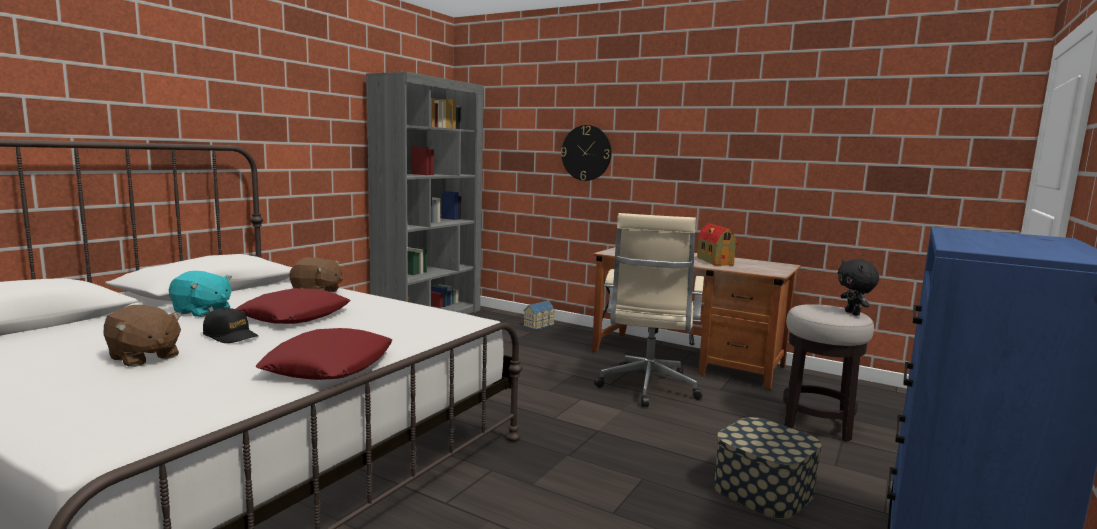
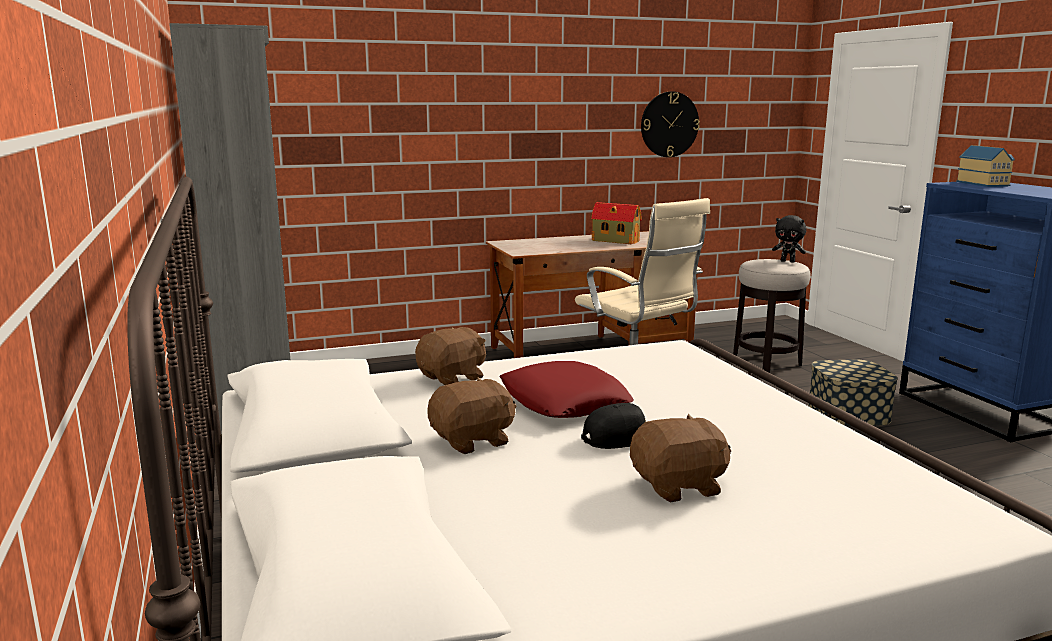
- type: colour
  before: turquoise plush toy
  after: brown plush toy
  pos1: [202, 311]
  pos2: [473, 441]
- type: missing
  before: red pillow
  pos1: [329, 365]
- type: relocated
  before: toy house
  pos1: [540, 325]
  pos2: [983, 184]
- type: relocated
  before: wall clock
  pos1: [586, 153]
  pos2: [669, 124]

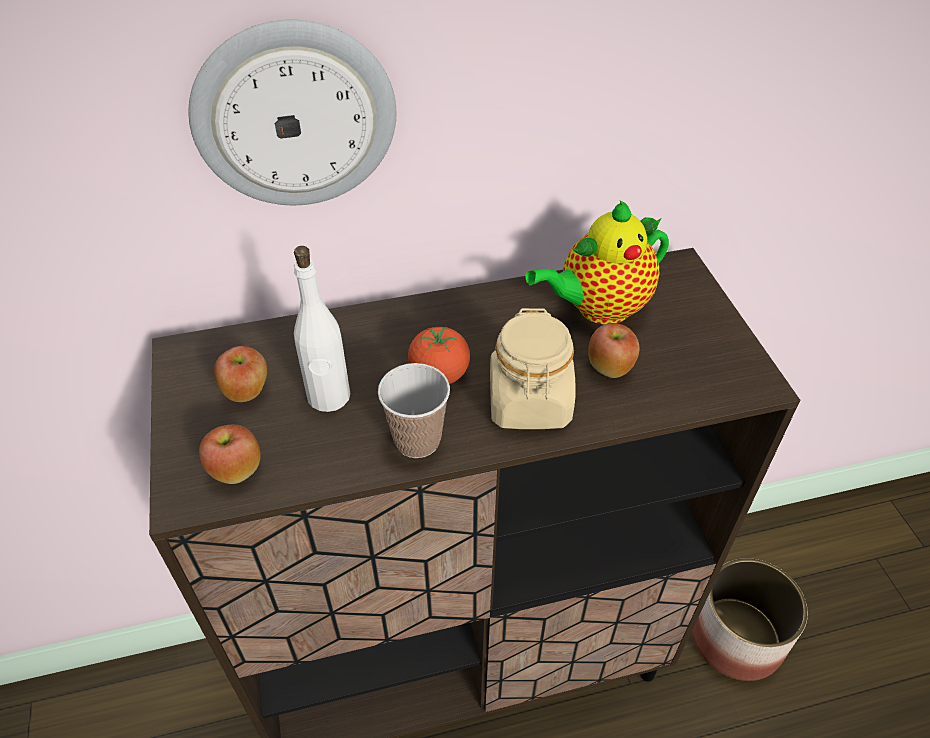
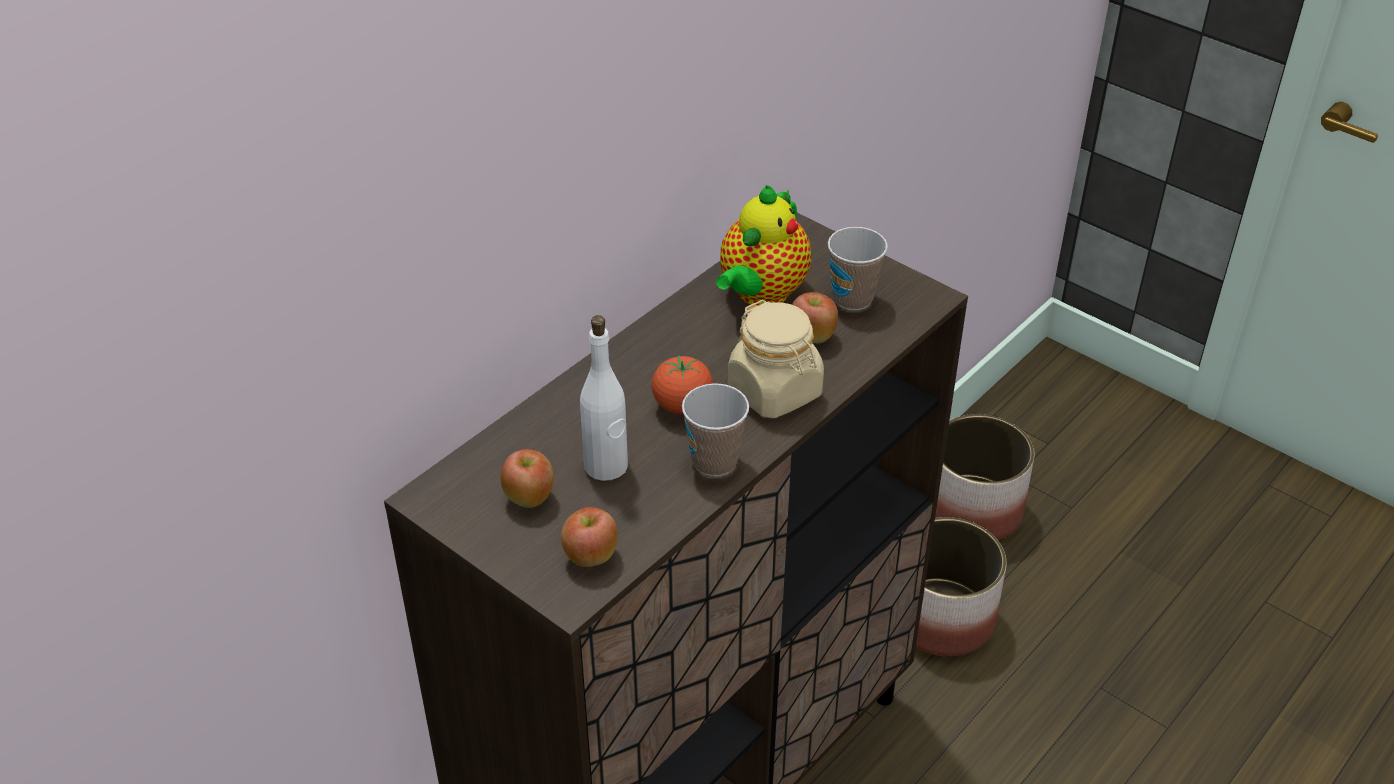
- type: missing
  before: wall clock
  pos1: [295, 116]
- type: appeared
  after: cup
  pos2: [853, 298]
- type: appeared
  after: planter
  pos2: [973, 509]

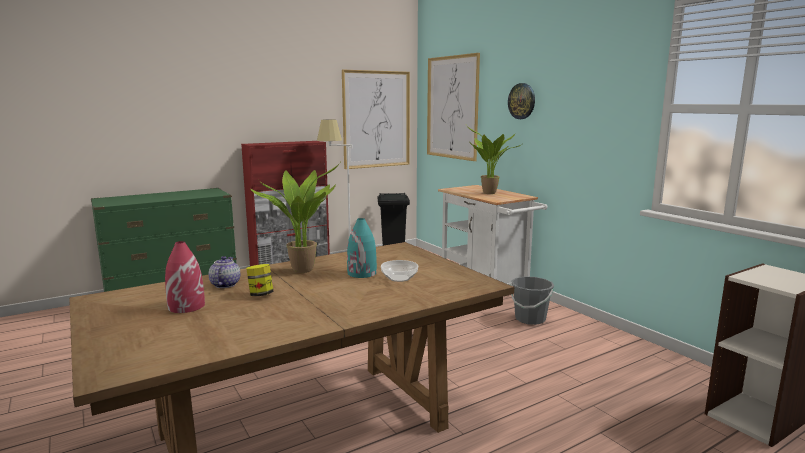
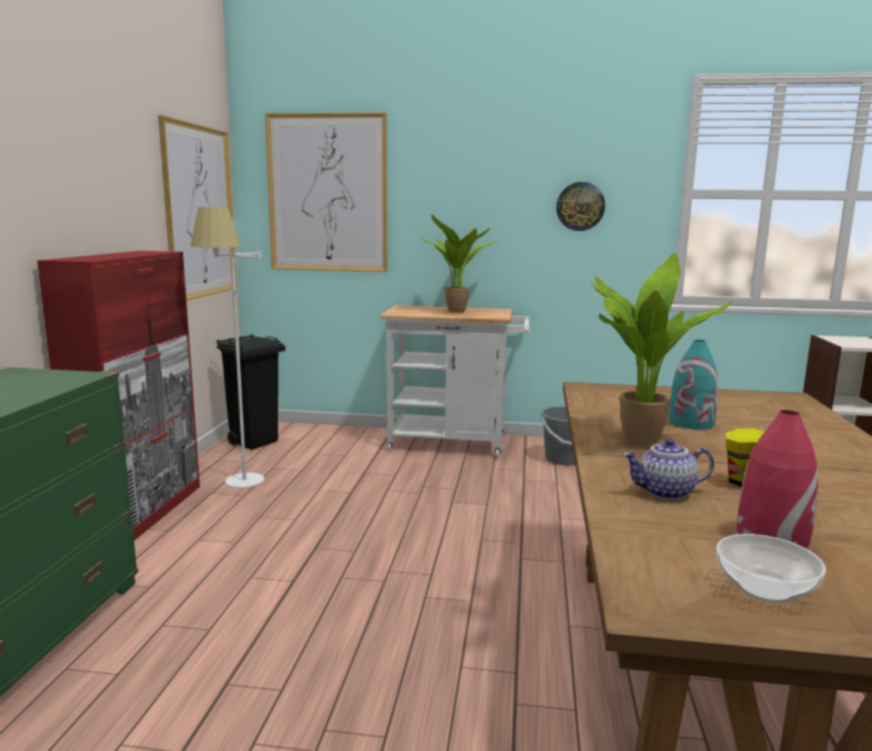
- type: spun
  before: teapot
  pos1: [224, 284]
  pos2: [665, 493]
  turn: -45
- type: relocated
  before: bowl
  pos1: [398, 278]
  pos2: [765, 589]
- type: relocated
  before: wall clock
  pos1: [522, 101]
  pos2: [580, 206]

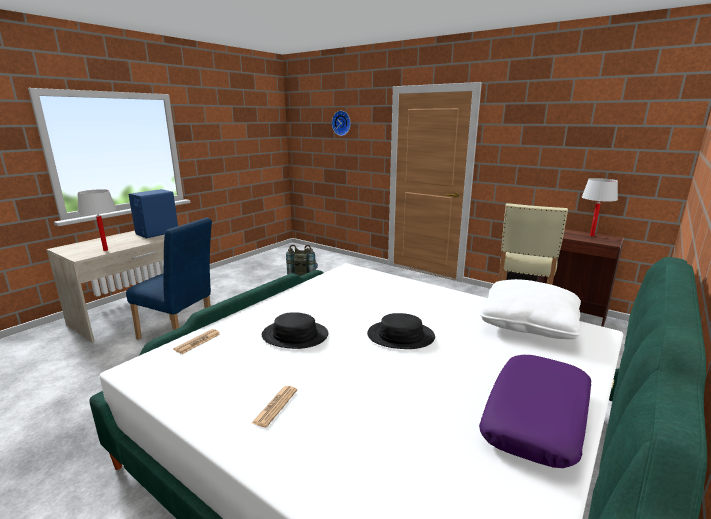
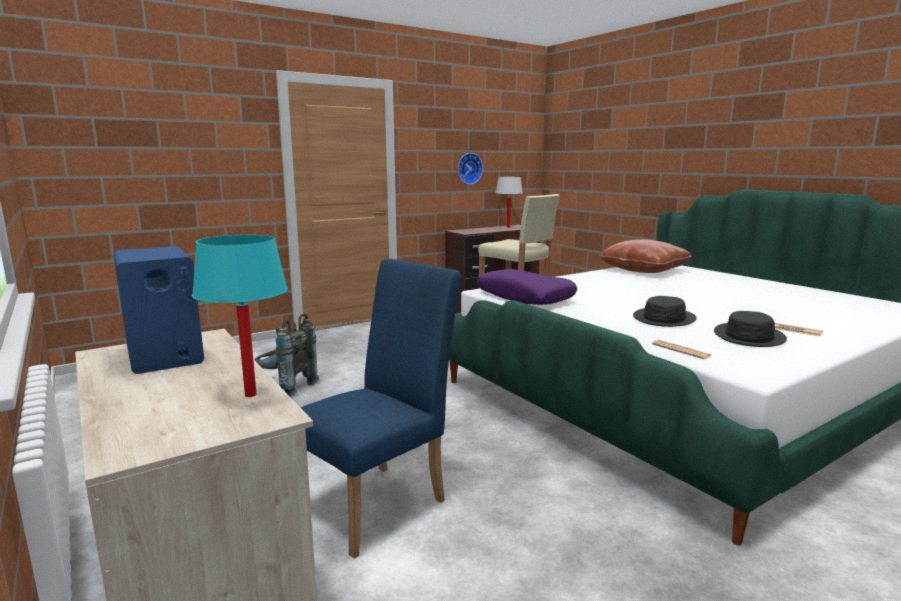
- type: colour
  before: white table lamp
  after: turquoise table lamp
  pos1: [105, 250]
  pos2: [250, 395]
- type: relocated
  before: wall clock
  pos1: [342, 123]
  pos2: [468, 168]
- type: relocated
  before: black hat
  pos1: [400, 336]
  pos2: [749, 336]
- type: colour
  before: white pillow
  after: brown pillow
  pos1: [528, 323]
  pos2: [643, 270]
- type: relocated
  before: purple pillow
  pos1: [537, 418]
  pos2: [525, 297]

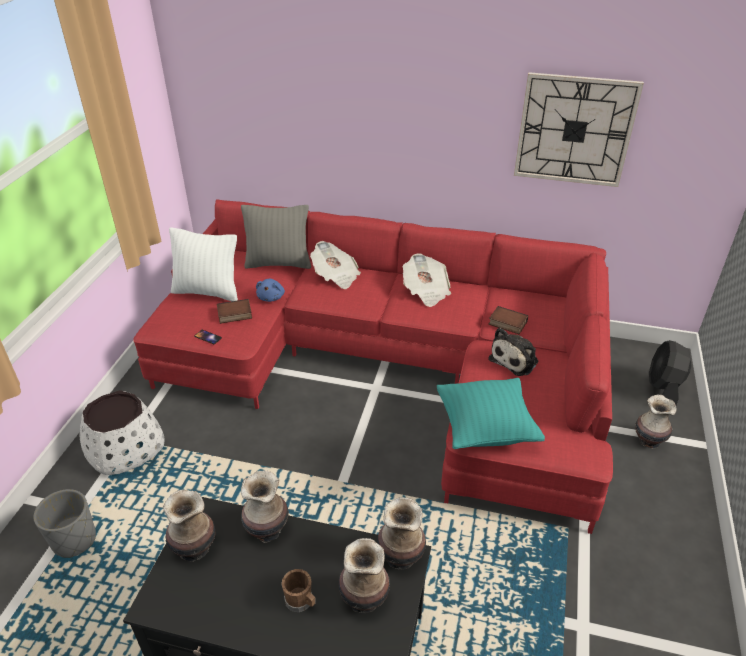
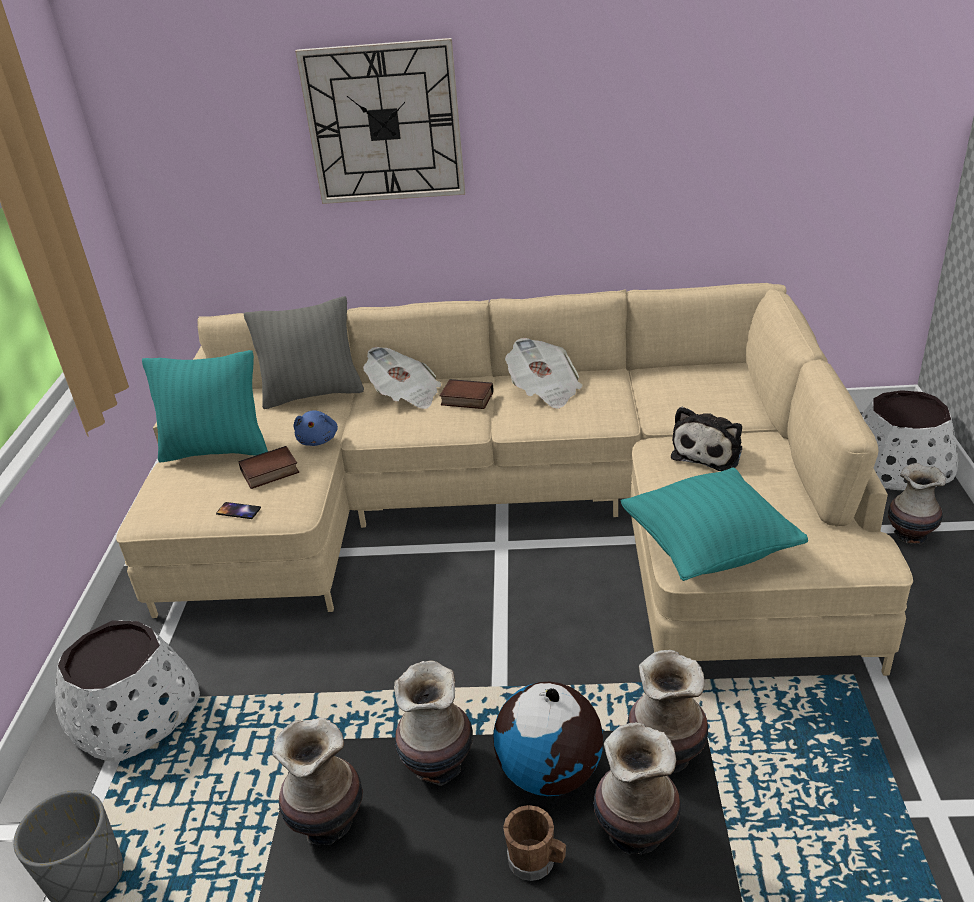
- type: colour
  before: red sofa
  after: beige sofa
  pos1: [393, 367]
  pos2: [517, 513]
- type: colour
  before: white pillow
  after: turquoise pillow
  pos1: [207, 292]
  pos2: [216, 450]
- type: relocated
  before: book
  pos1: [506, 323]
  pos2: [466, 399]
- type: relocated
  before: wall clock
  pos1: [574, 130]
  pos2: [384, 123]
- type: exchanged
  before: black fan
  after: white planter
  pos1: [662, 390]
  pos2: [898, 467]
- type: appeared
  after: globe
  pos2: [551, 773]

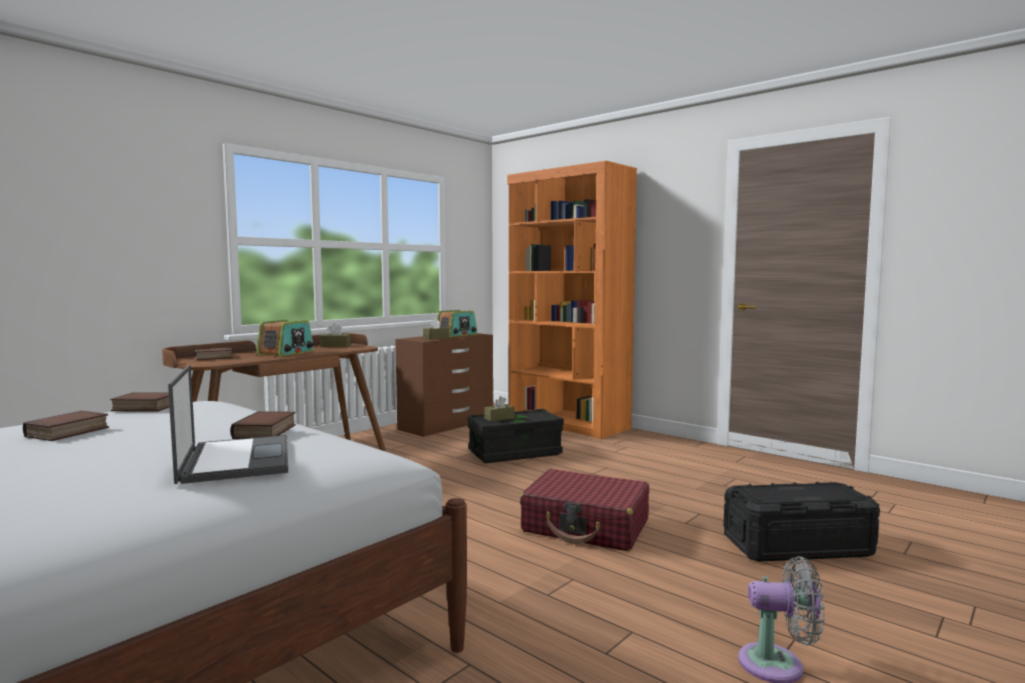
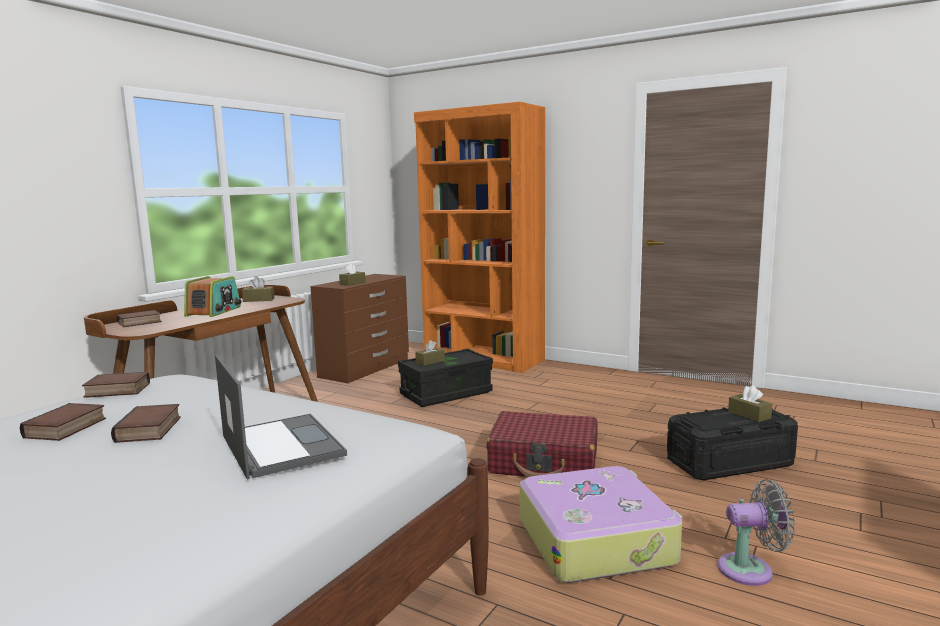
- type: relocated
  before: book
  pos1: [266, 432]
  pos2: [150, 430]
- type: missing
  before: radio
  pos1: [457, 335]
- type: appeared
  after: suitcase
  pos2: [596, 540]
- type: appeared
  after: brown tissue box
  pos2: [749, 415]

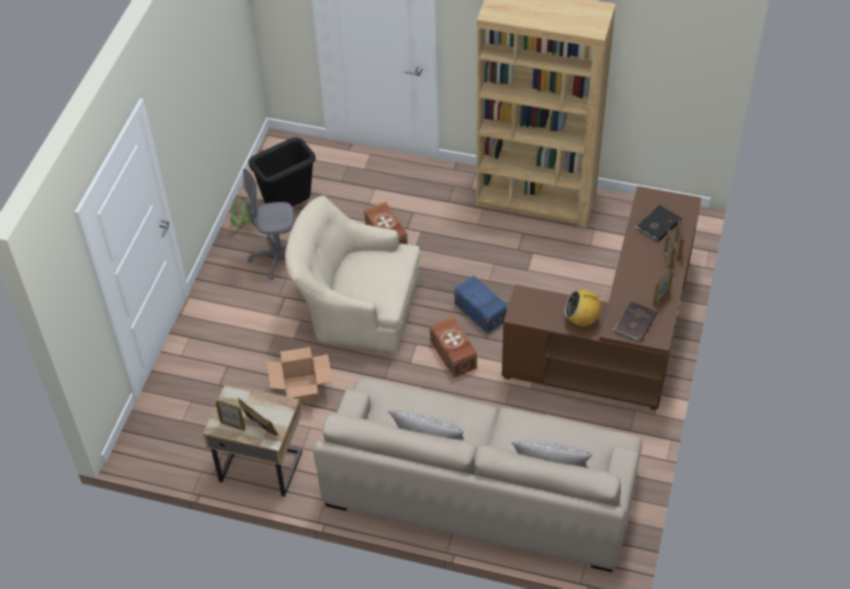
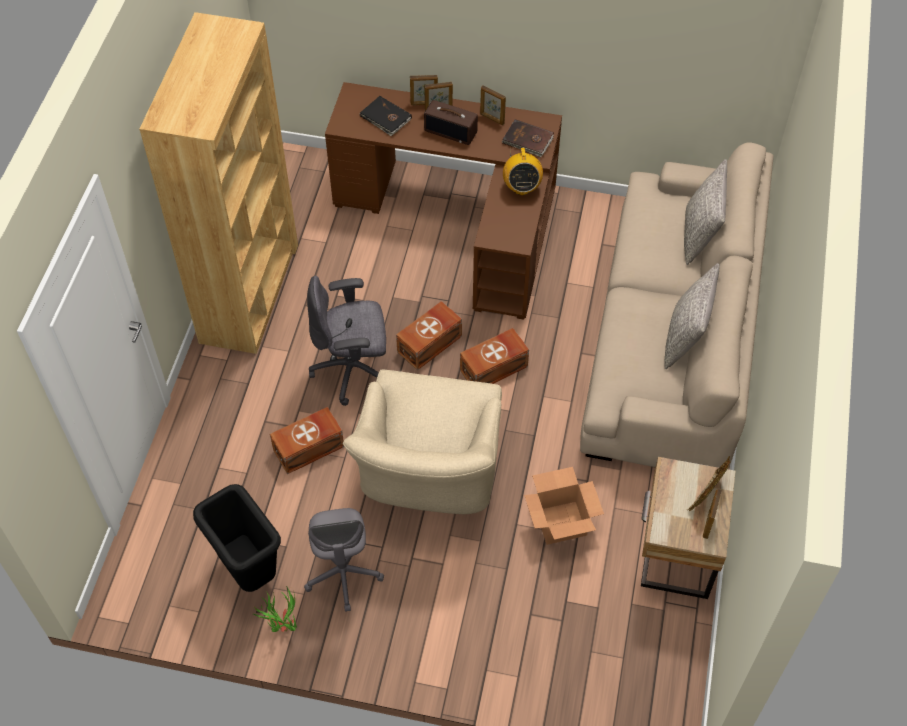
- type: colour
  before: blue storage box
  after: brown storage box
  pos1: [480, 313]
  pos2: [431, 344]
- type: appeared
  after: grey office chair
  pos2: [353, 370]
- type: appeared
  after: radio
  pos2: [451, 131]

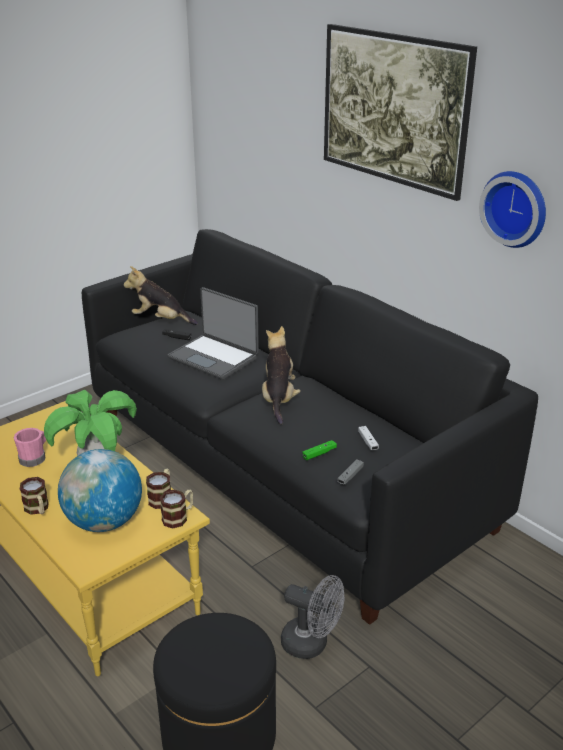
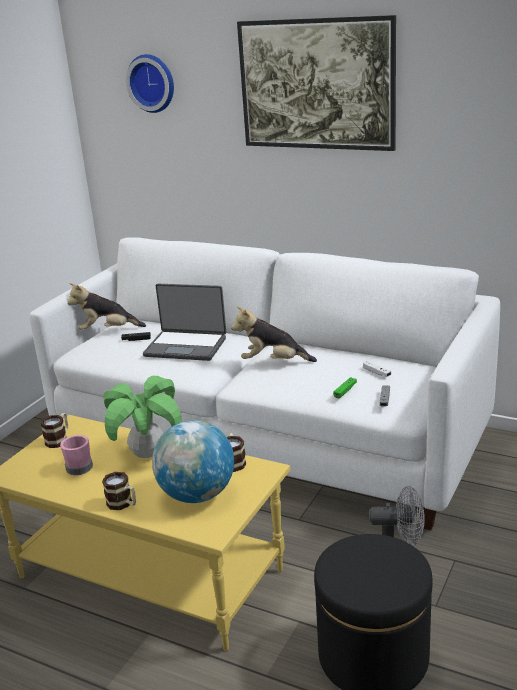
- type: colour
  before: black sofa
  after: white sofa
  pos1: [282, 467]
  pos2: [266, 437]
- type: relocated
  before: mug
  pos1: [179, 517]
  pos2: [59, 439]
- type: spun
  before: plush toy
  pos1: [279, 399]
  pos2: [273, 362]
  turn: -60
- type: relocated
  before: wall clock
  pos1: [516, 208]
  pos2: [152, 83]

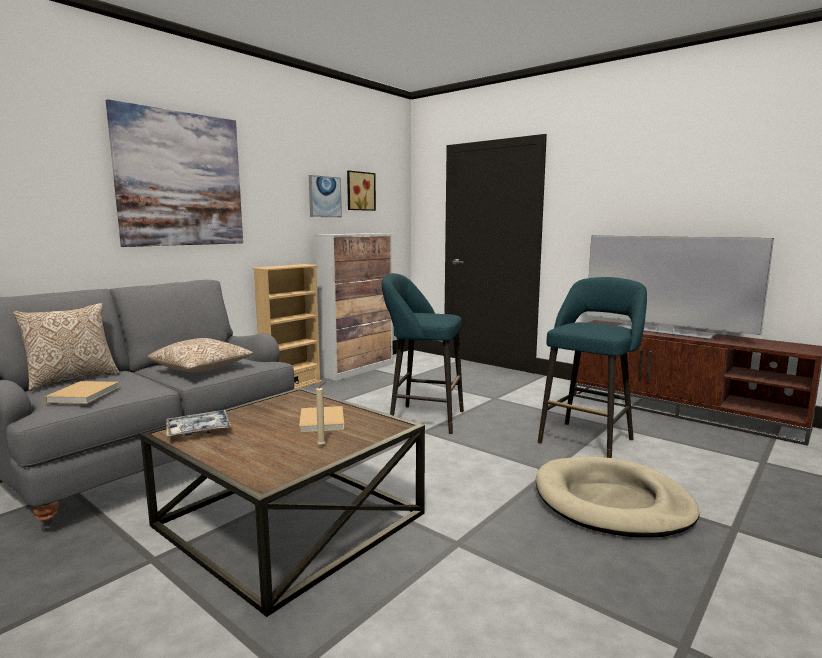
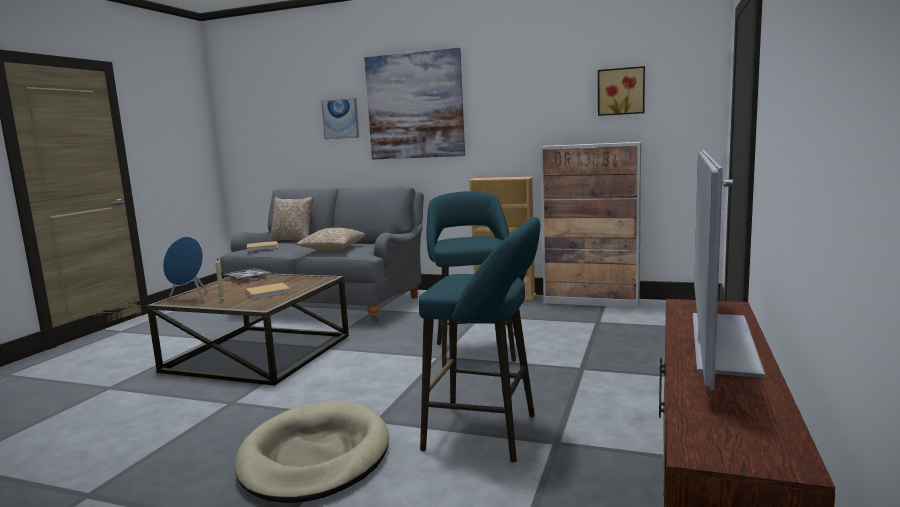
- type: relocated
  before: picture
  pos1: [324, 197]
  pos2: [340, 119]
- type: appeared
  after: blue speaker
  pos2: [190, 298]

